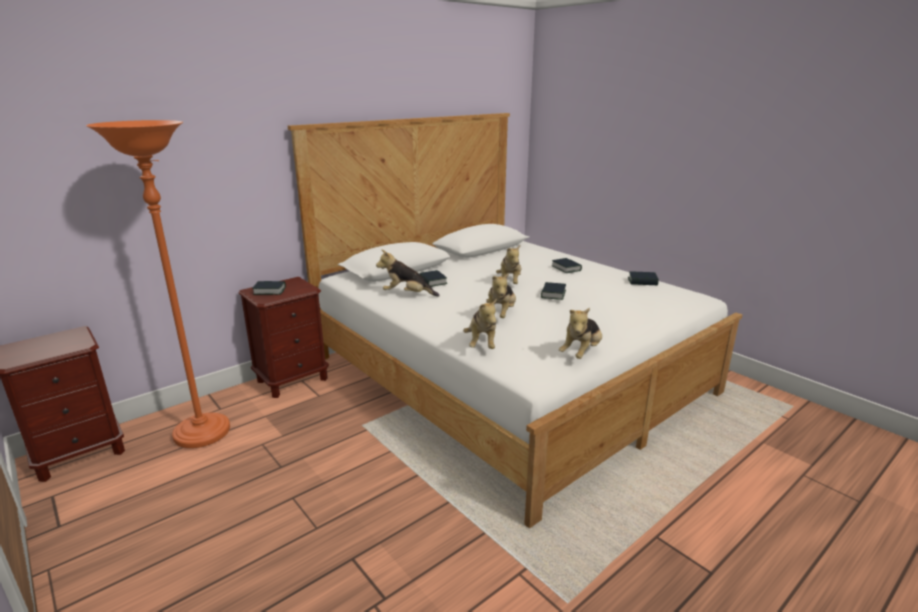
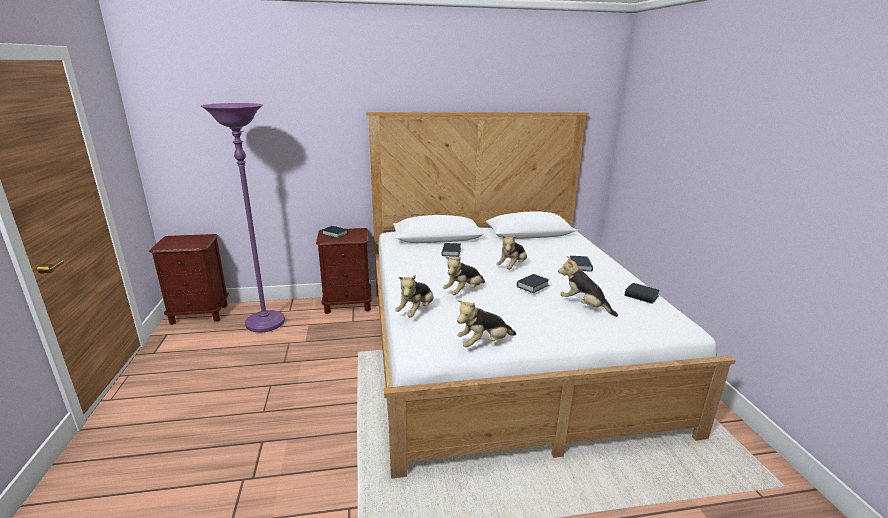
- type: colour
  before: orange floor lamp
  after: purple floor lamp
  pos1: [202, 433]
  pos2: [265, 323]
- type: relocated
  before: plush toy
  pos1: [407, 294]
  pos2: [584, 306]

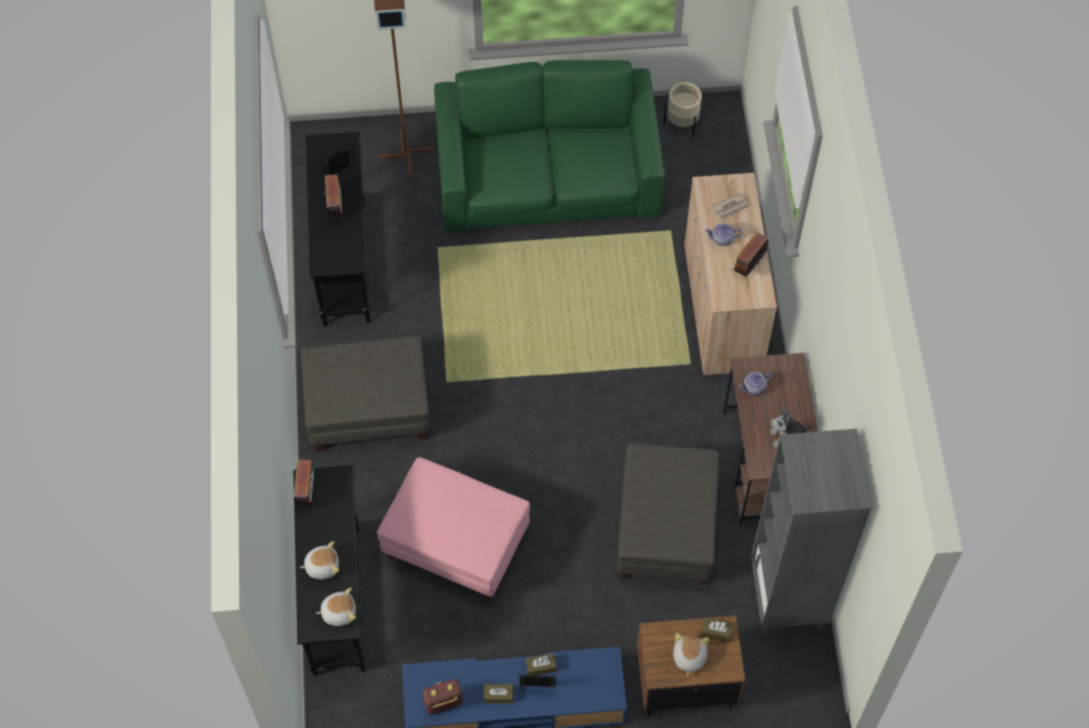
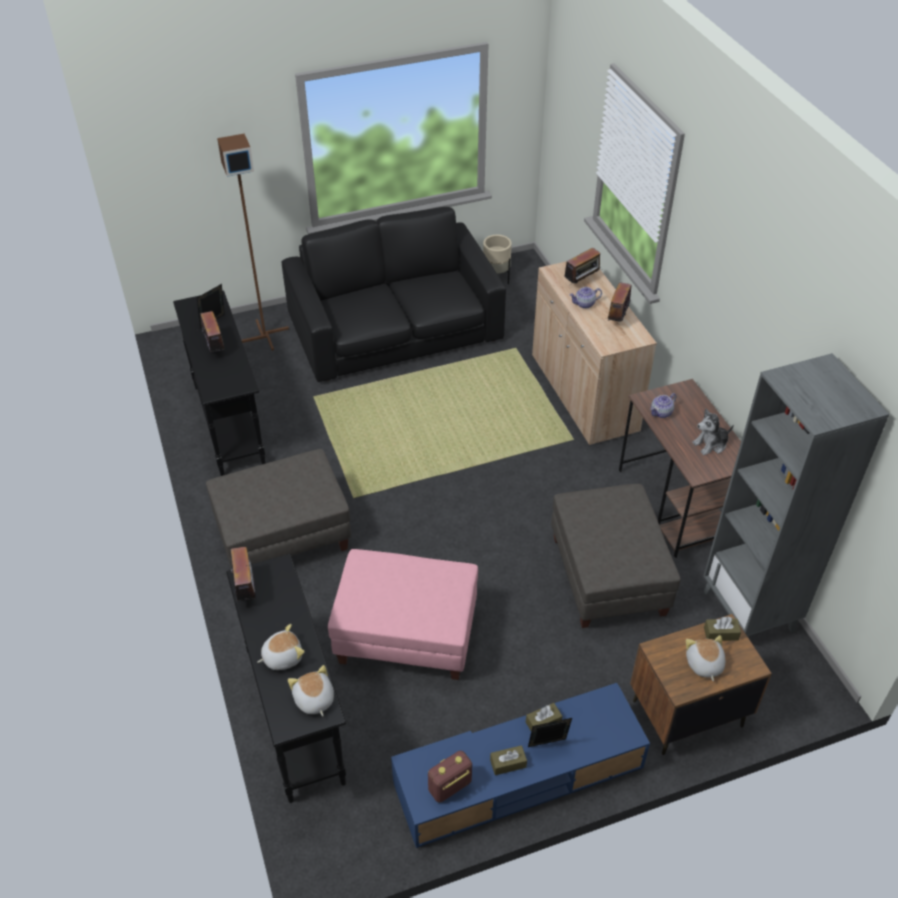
- type: spun
  before: plush toy
  pos1: [339, 612]
  pos2: [313, 700]
  turn: -90
- type: colour
  before: green sofa
  after: black sofa
  pos1: [548, 175]
  pos2: [395, 329]
- type: exchanged
  before: newspaper
  after: radio
  pos1: [731, 208]
  pos2: [581, 282]

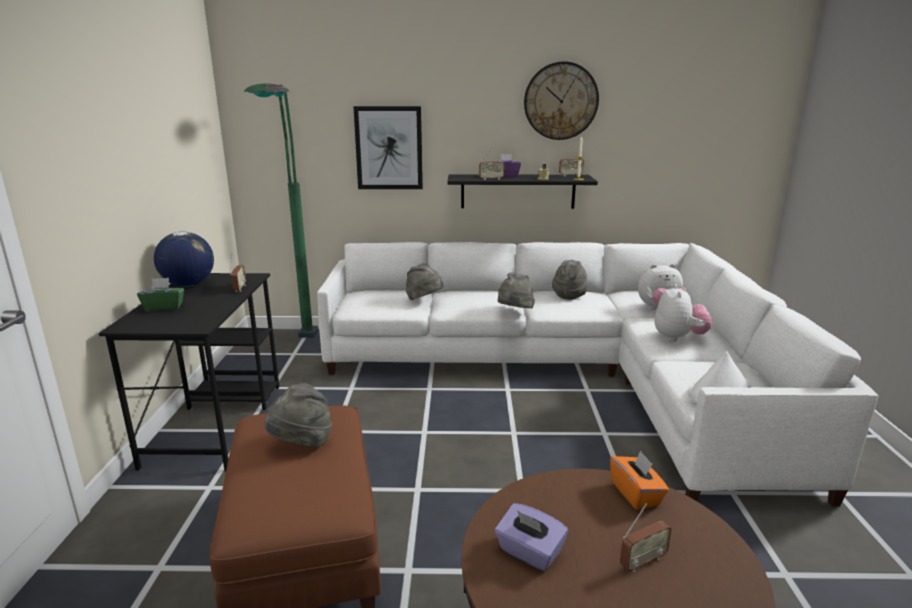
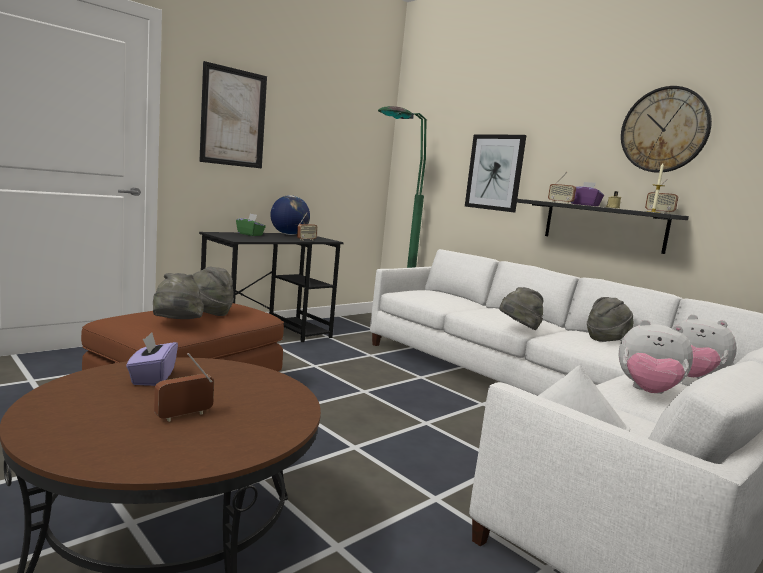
- type: relocated
  before: grey hat
  pos1: [424, 300]
  pos2: [176, 323]
- type: missing
  before: orange tissue box
  pos1: [636, 494]
- type: spun
  before: radio
  pos1: [642, 561]
  pos2: [184, 416]
  turn: 120
- type: spun
  before: plush toy
  pos1: [678, 338]
  pos2: [648, 392]
  turn: 60
- type: appeared
  after: picture
  pos2: [233, 117]

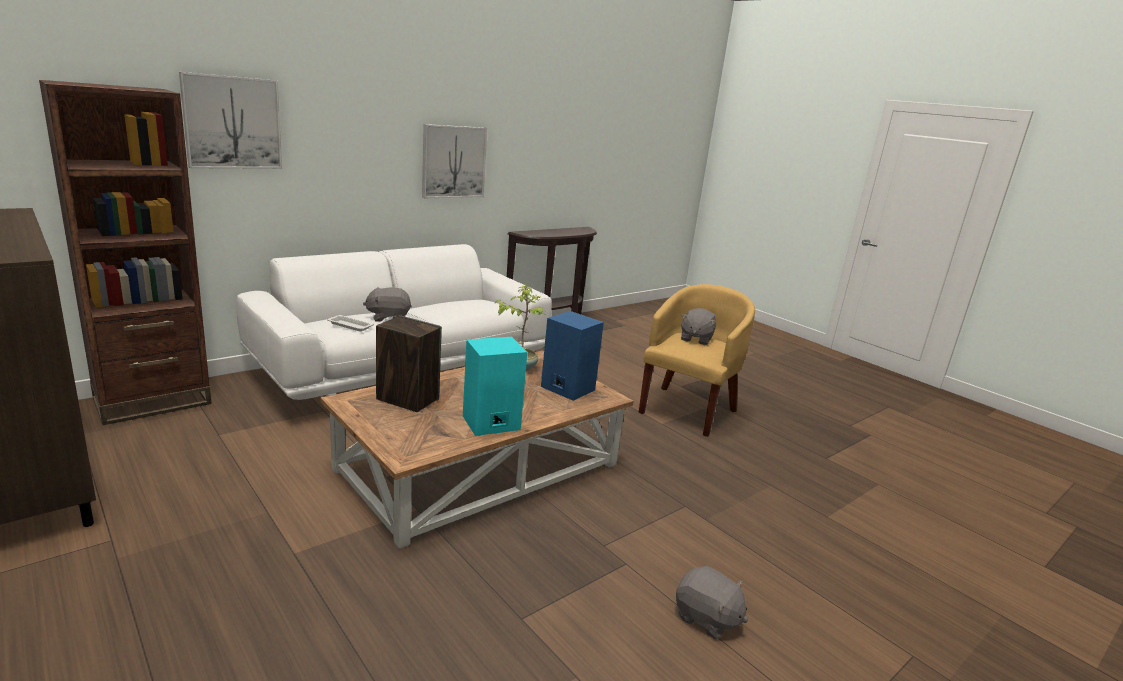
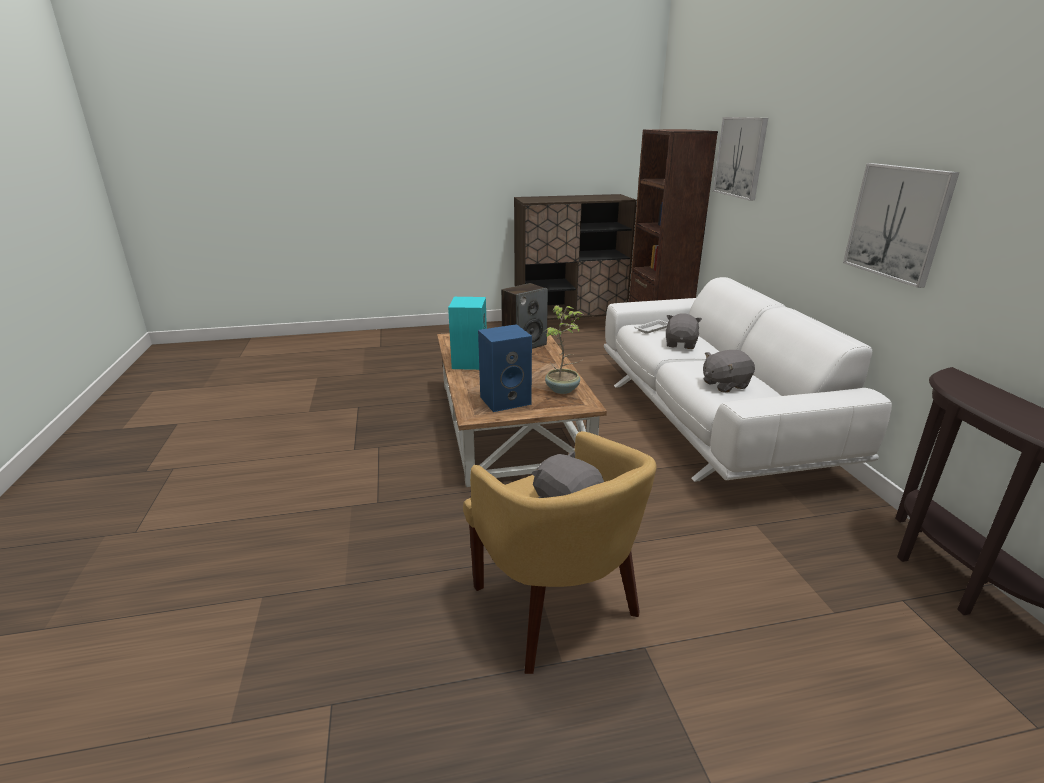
- type: relocated
  before: grey plush toy
  pos1: [706, 618]
  pos2: [724, 384]

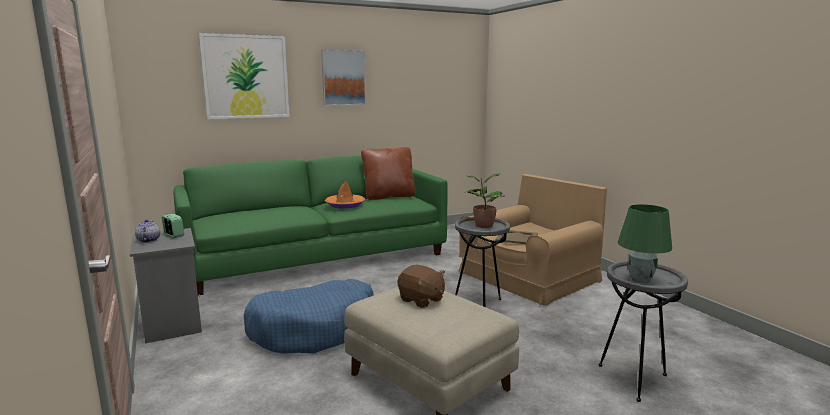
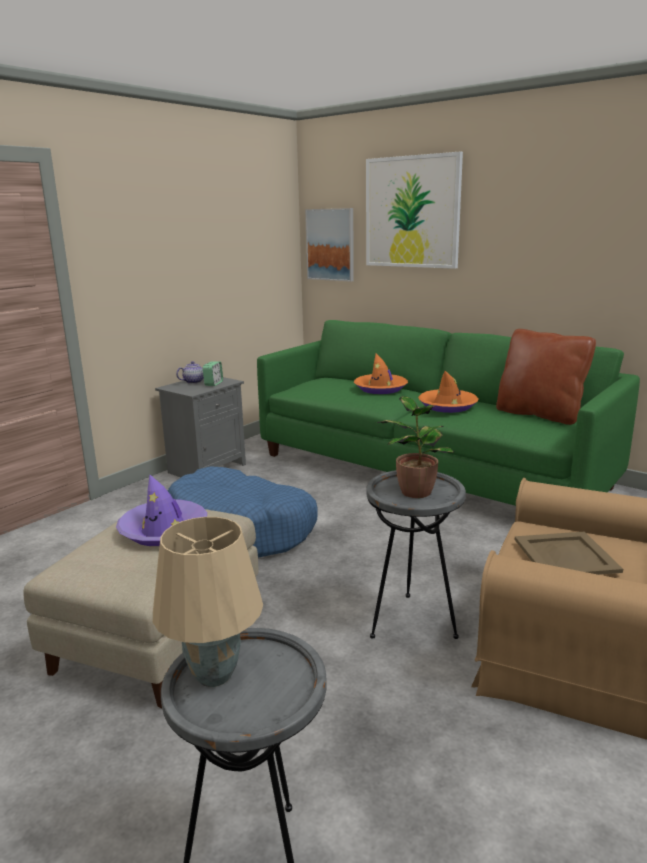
- type: relocated
  before: picture
  pos1: [343, 77]
  pos2: [330, 244]
- type: exchanged
  before: brown plush toy
  after: purple hat
  pos1: [421, 300]
  pos2: [164, 530]
- type: colour
  before: green table lamp
  after: beige table lamp
  pos1: [640, 279]
  pos2: [215, 674]
- type: appeared
  after: orange hat
  pos2: [380, 389]

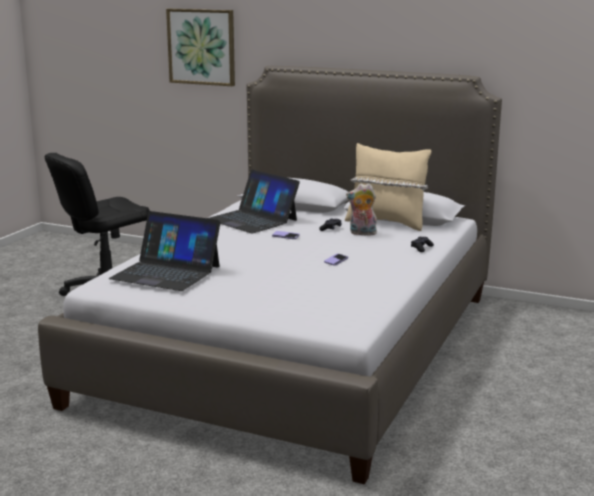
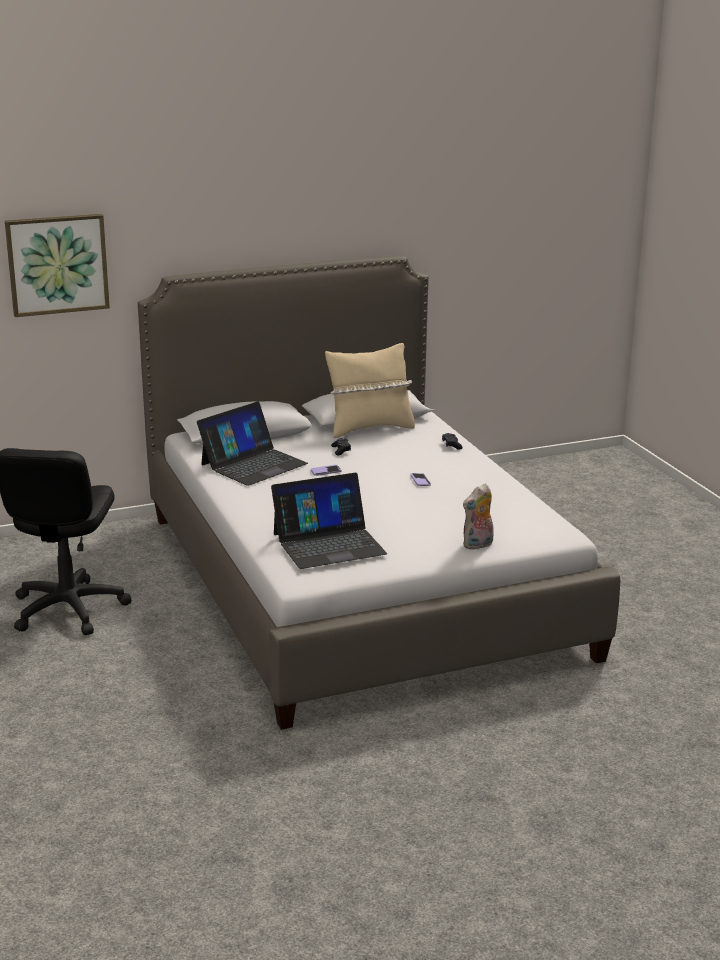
- type: spun
  before: laptop
  pos1: [252, 219]
  pos2: [253, 464]
  turn: -45
- type: relocated
  before: plush toy
  pos1: [362, 233]
  pos2: [478, 545]

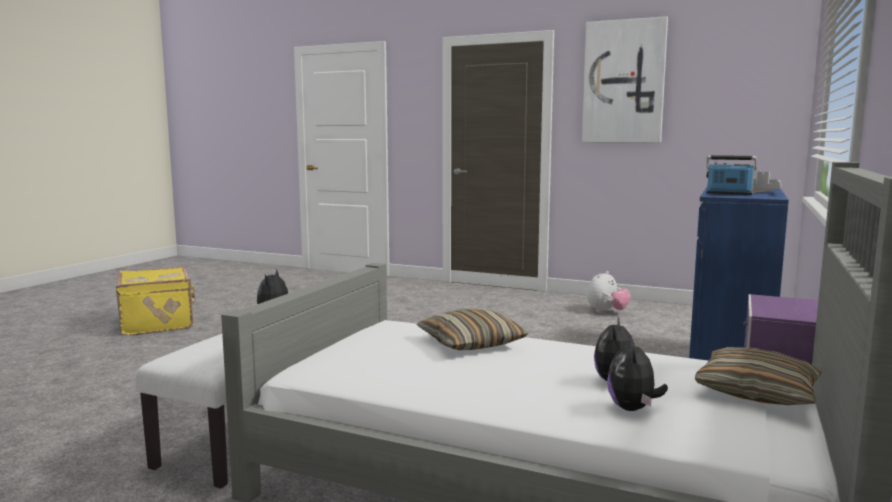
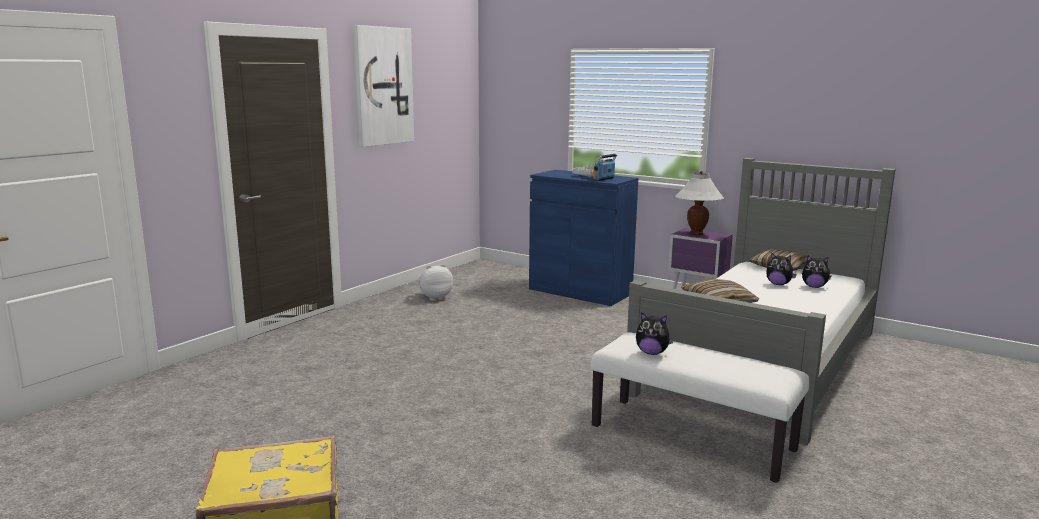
- type: spun
  before: plush toy
  pos1: [607, 312]
  pos2: [435, 298]
  turn: -75
- type: appeared
  after: white table lamp
  pos2: [696, 234]

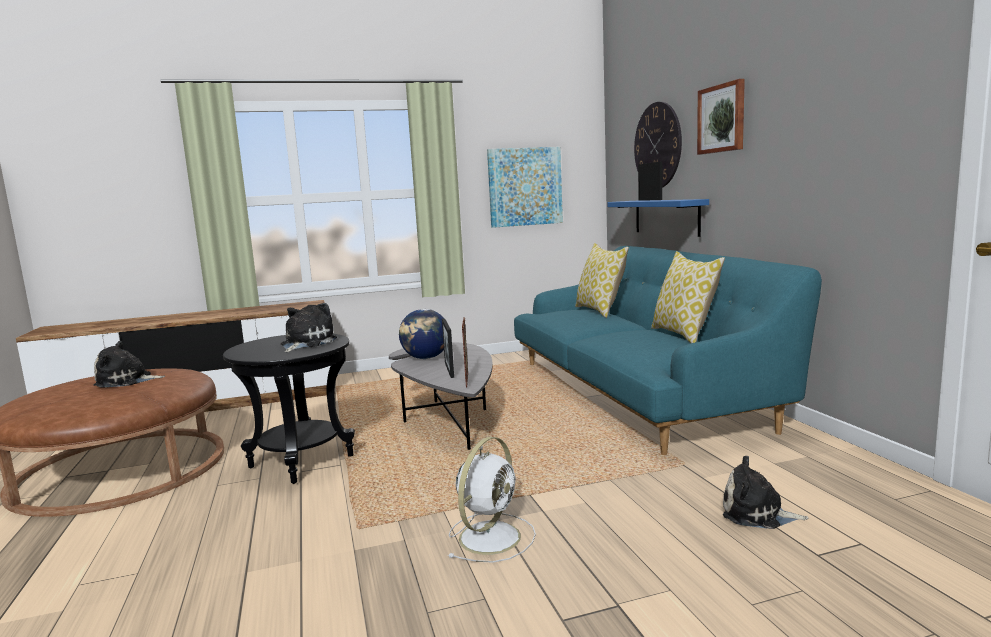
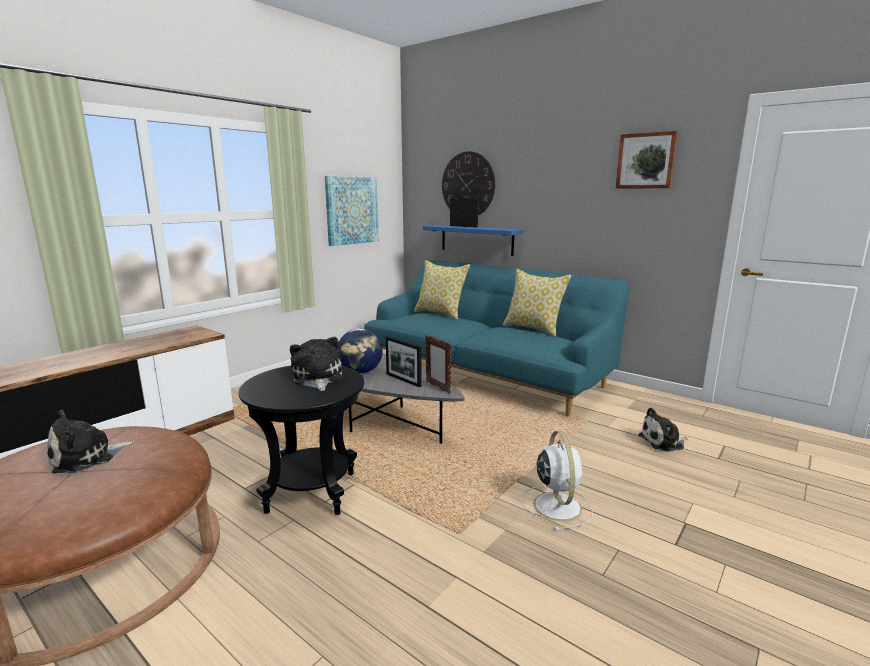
- type: relocated
  before: picture
  pos1: [722, 118]
  pos2: [646, 161]

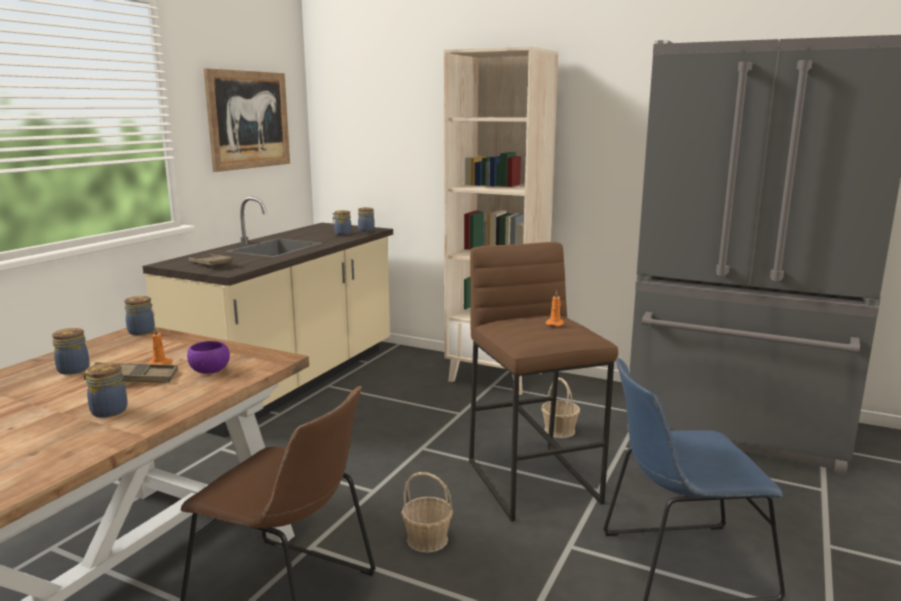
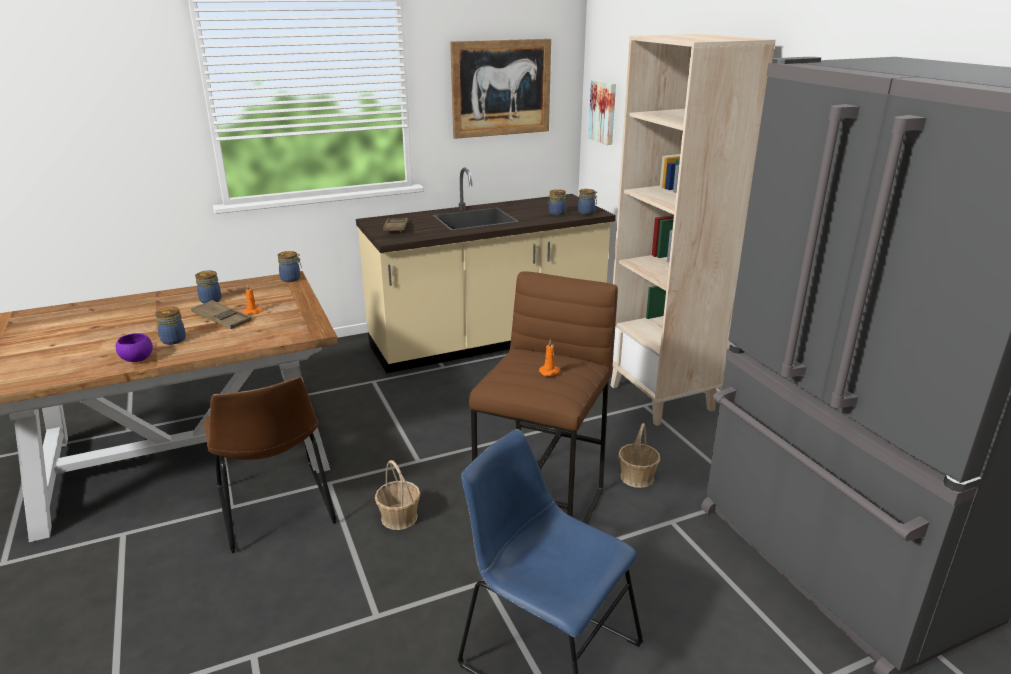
- type: relocated
  before: purple bowl
  pos1: [210, 371]
  pos2: [137, 359]
- type: appeared
  after: picture
  pos2: [604, 112]

